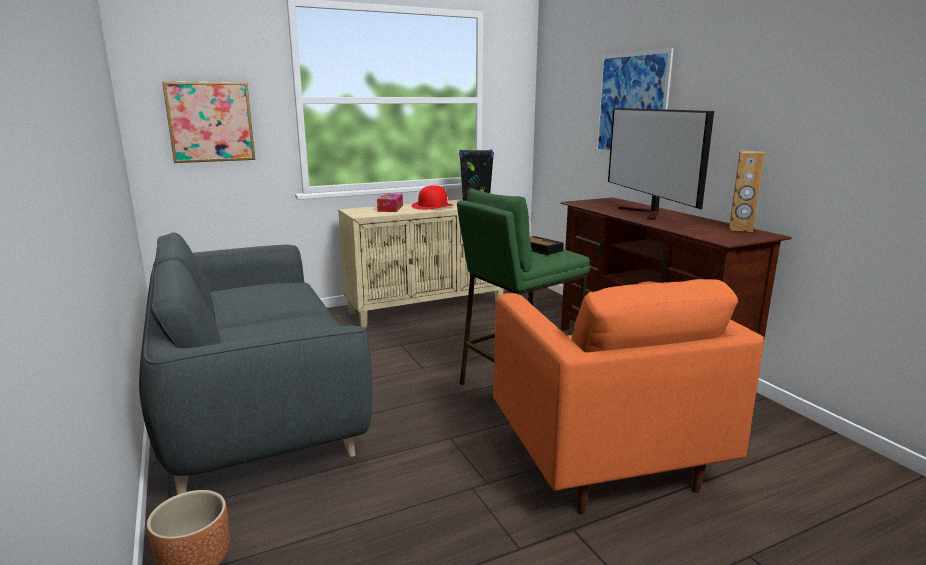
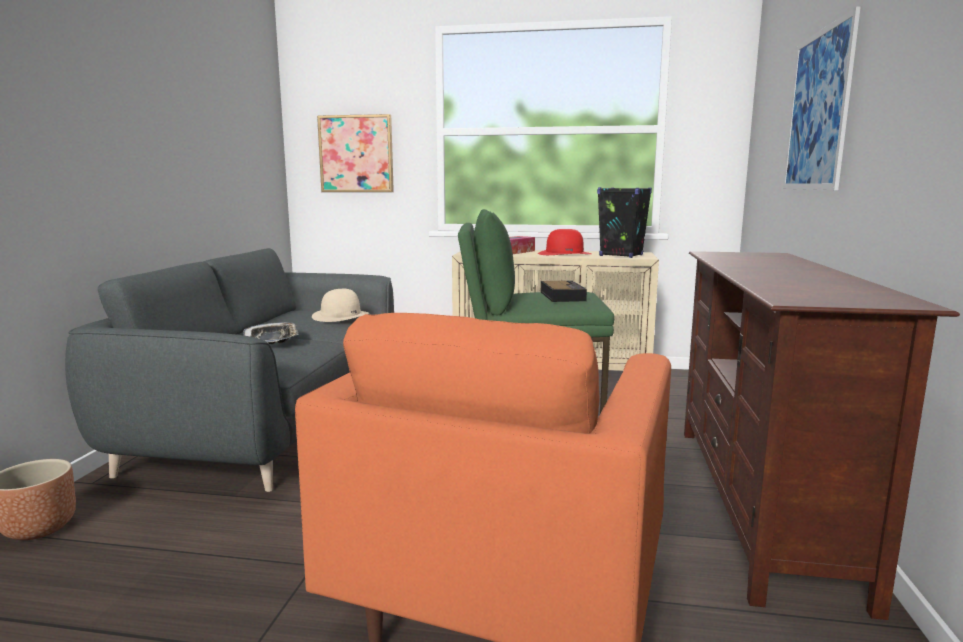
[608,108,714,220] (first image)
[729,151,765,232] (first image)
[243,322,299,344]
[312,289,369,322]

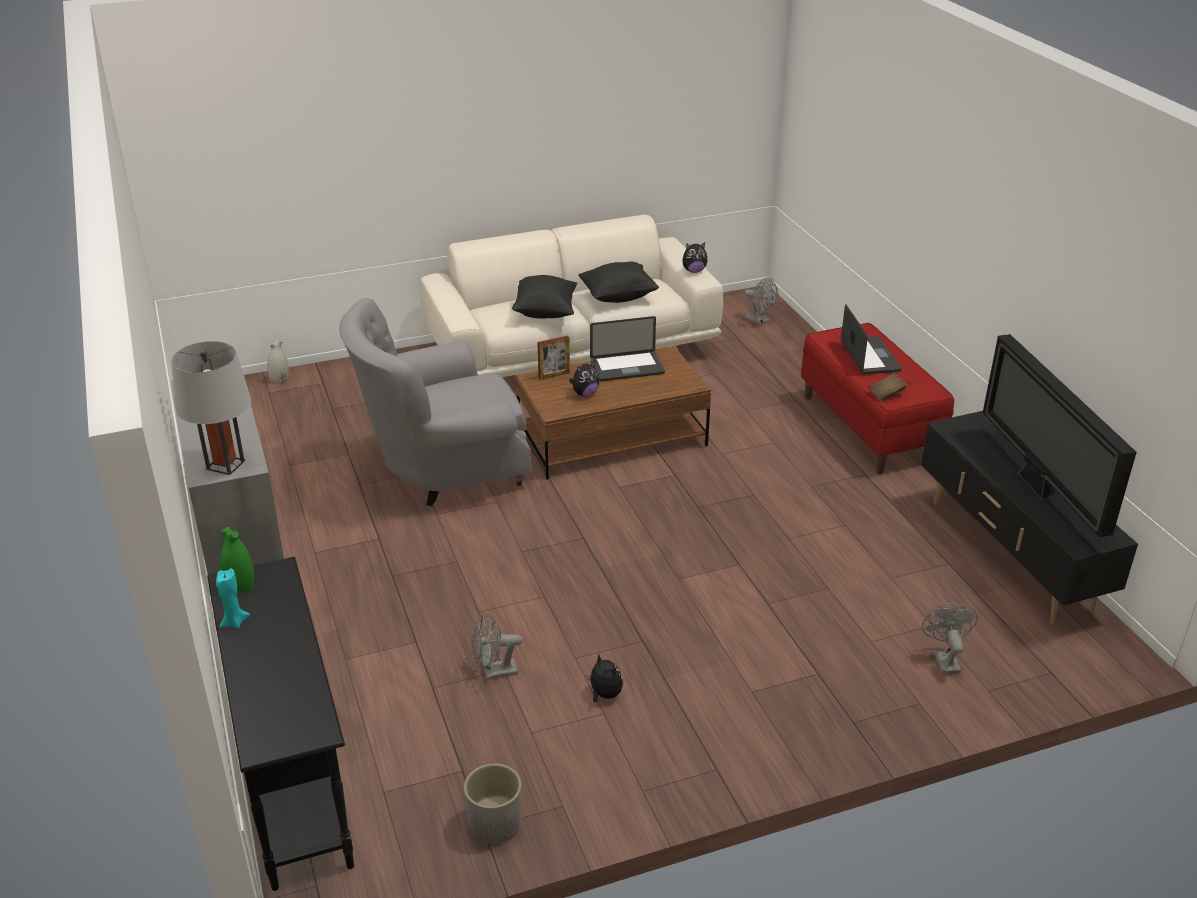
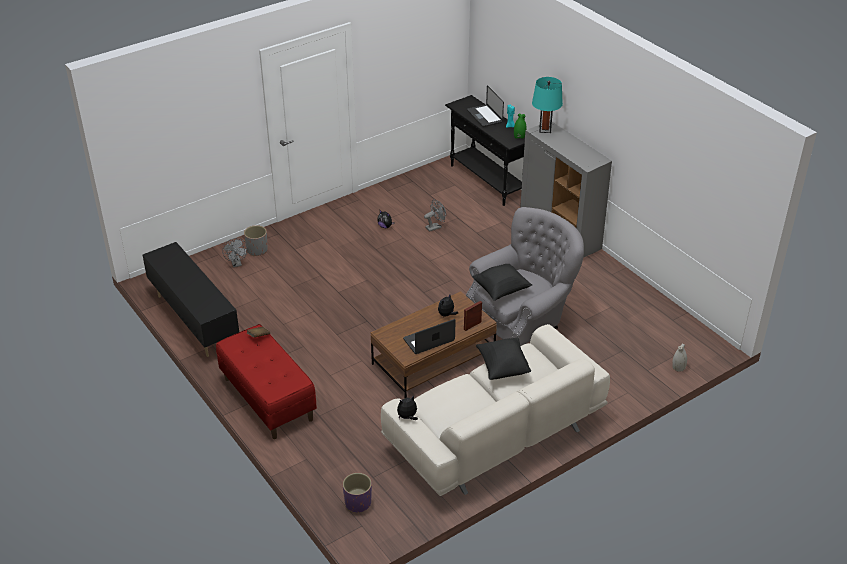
[532,77,563,133]
[244,225,268,256]
[472,264,532,301]
[343,473,372,513]
[467,85,504,127]
[983,334,1137,537] (first image)

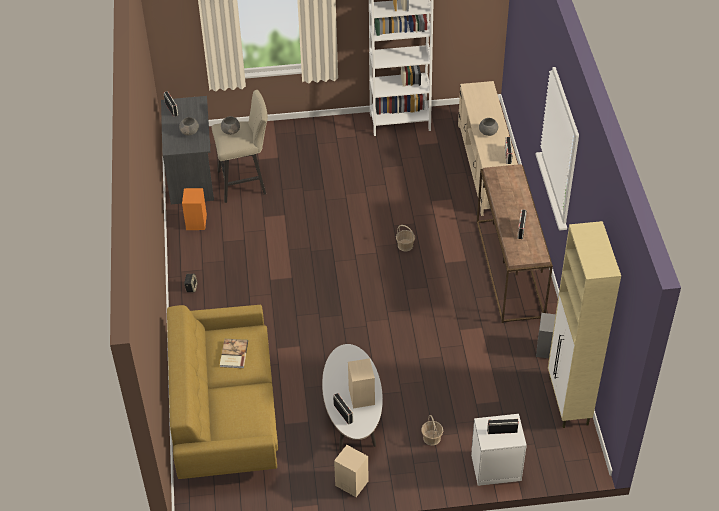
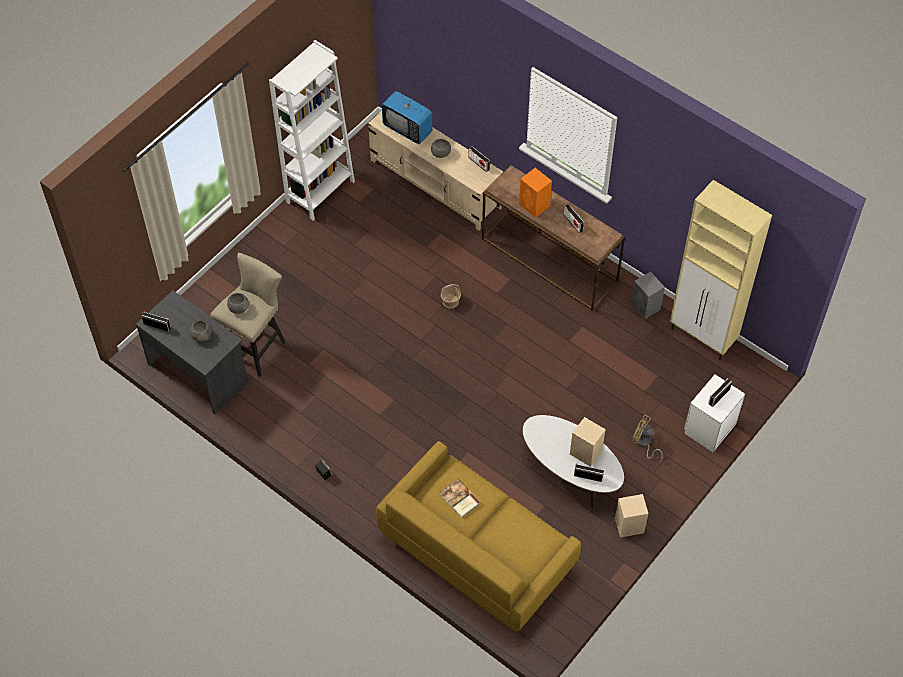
[519,168,552,218]
[633,415,663,462]
[382,87,433,144]

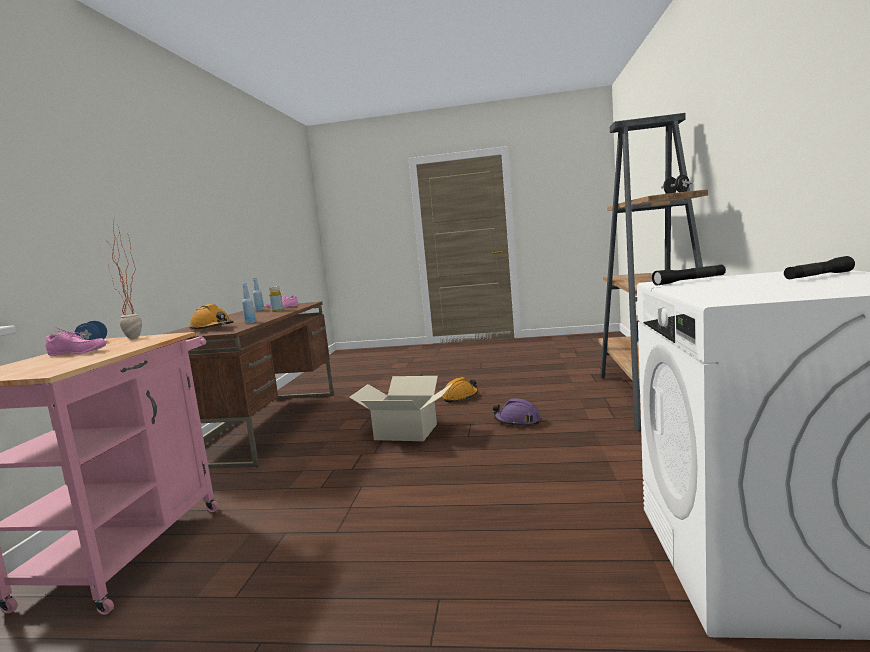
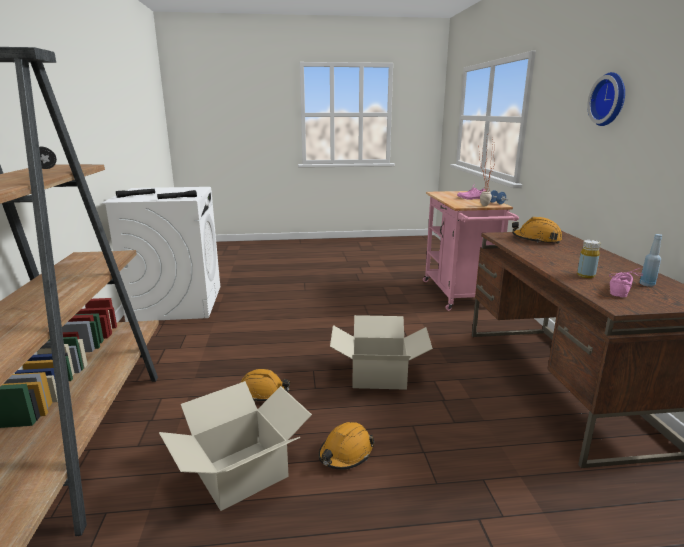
[242,283,256,324] (first image)
[241,369,290,402]
[159,381,312,511]
[587,72,625,126]

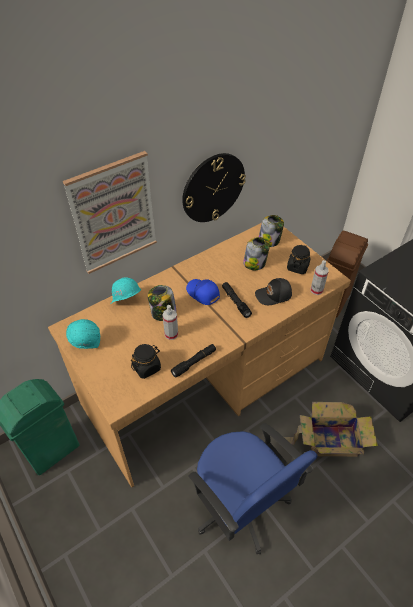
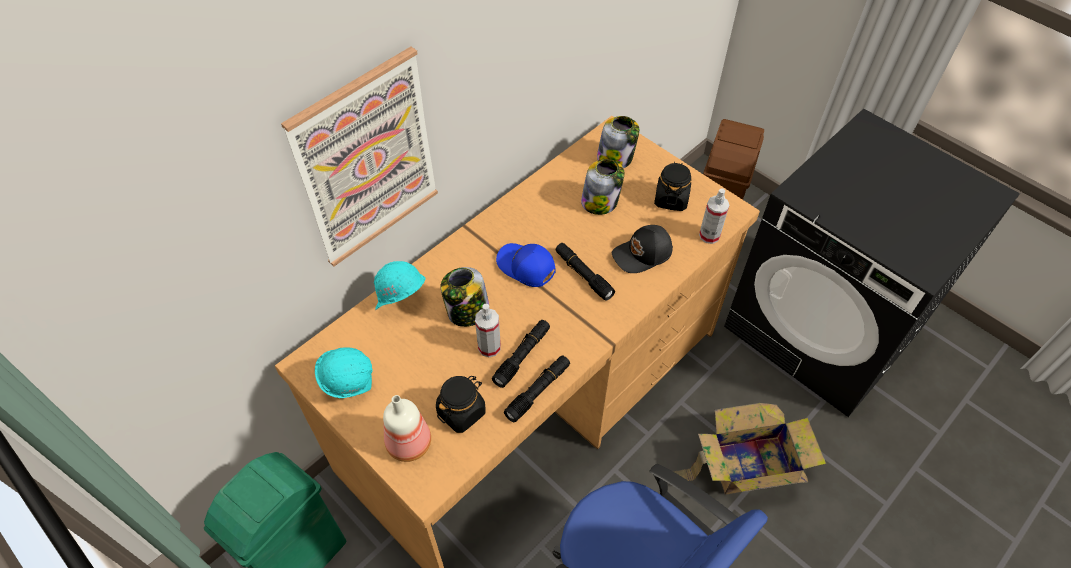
[182,153,246,222] (first image)
[383,395,431,462]
[492,320,550,388]

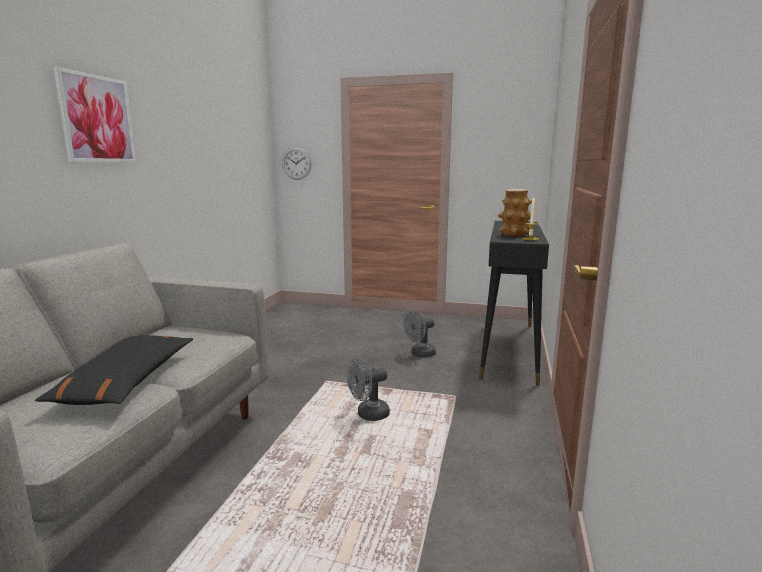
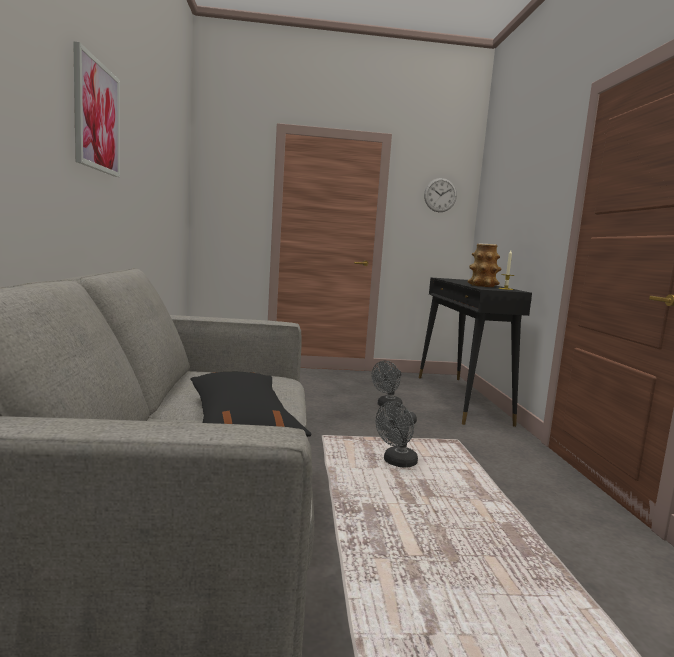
[424,178,457,212]

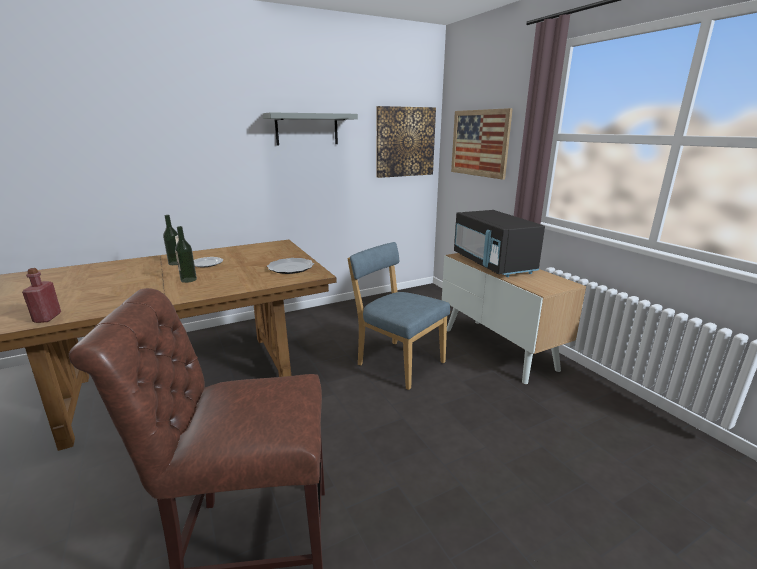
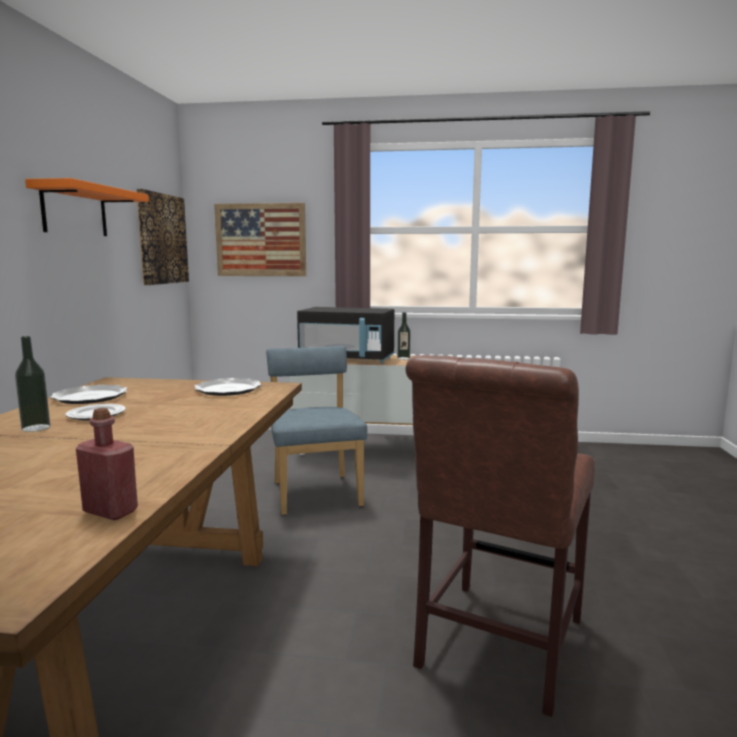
[398,312,411,360]
[25,178,149,236]
[266,346,367,515]
[50,385,127,404]

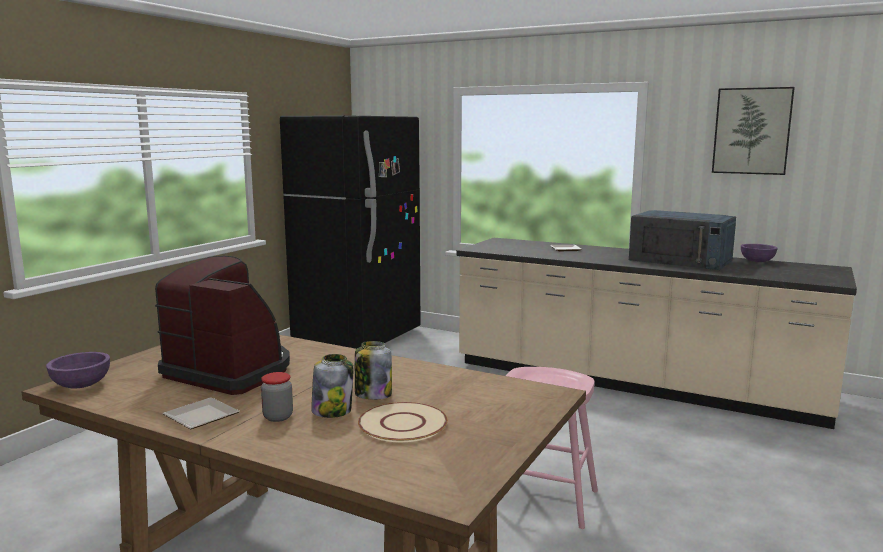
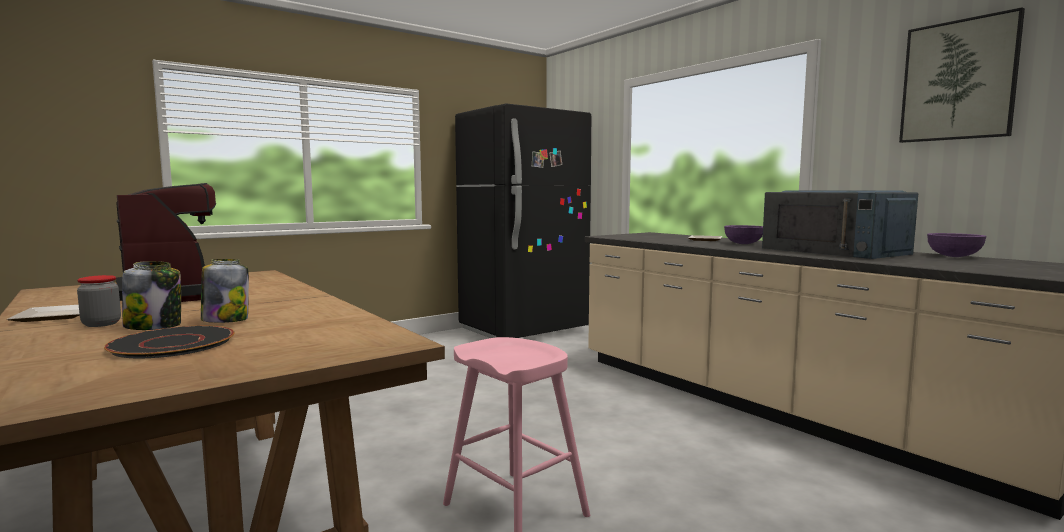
[724,225,763,244]
[104,326,235,358]

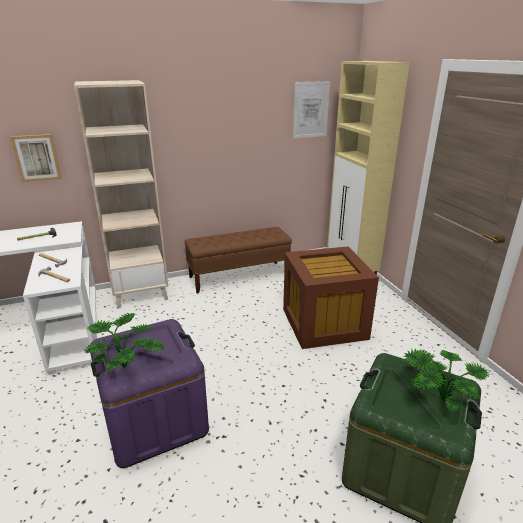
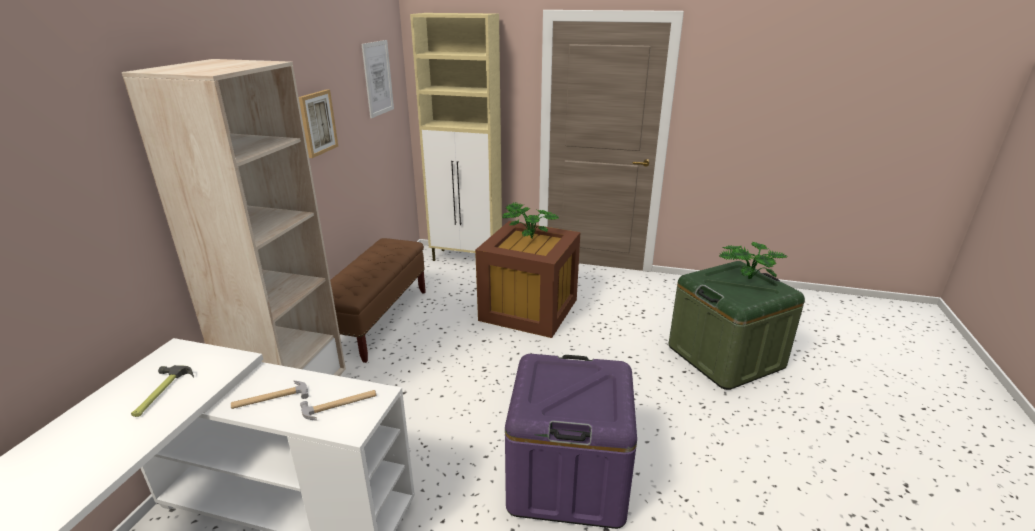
[299,89,338,158]
[502,202,559,238]

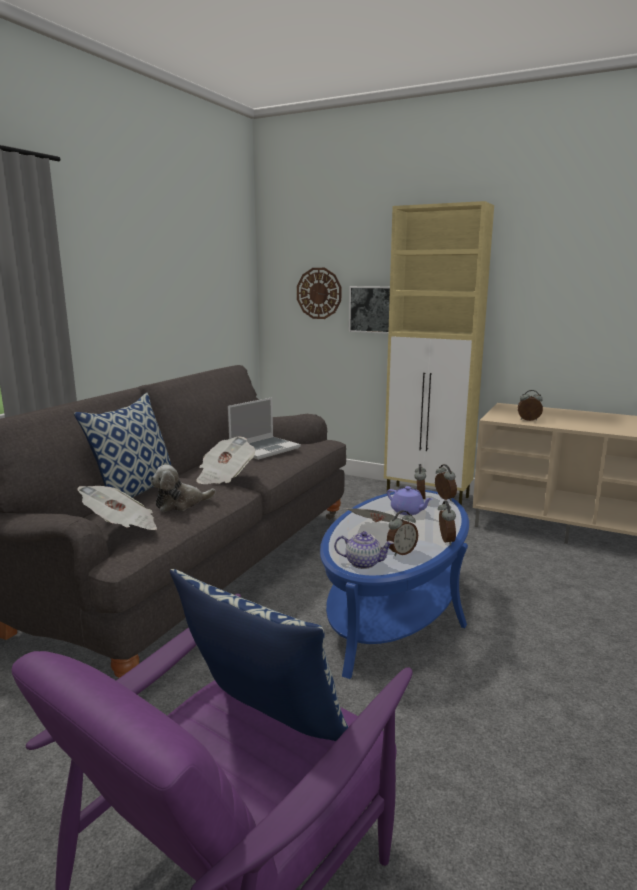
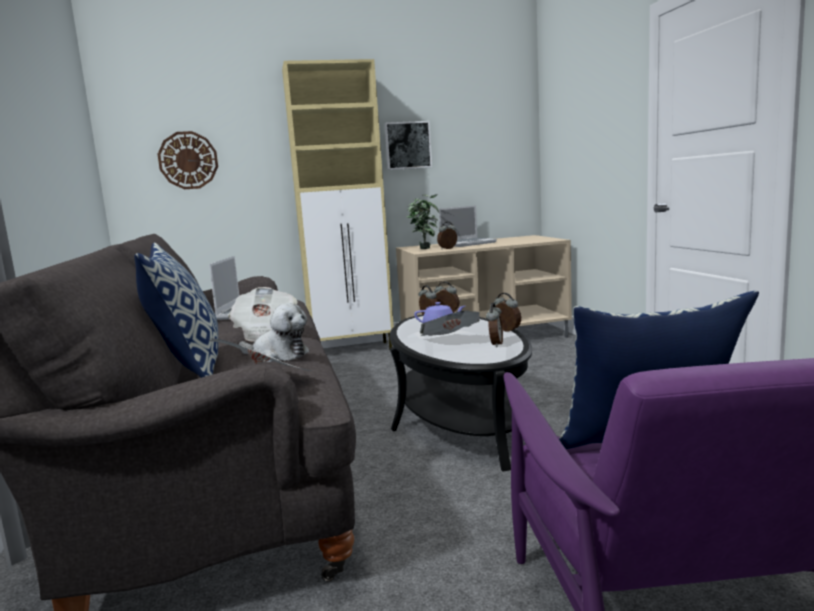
[239,303,310,362]
[390,315,532,472]
[334,531,394,569] (first image)
[384,121,432,170]
[407,194,439,249]
[439,205,497,247]

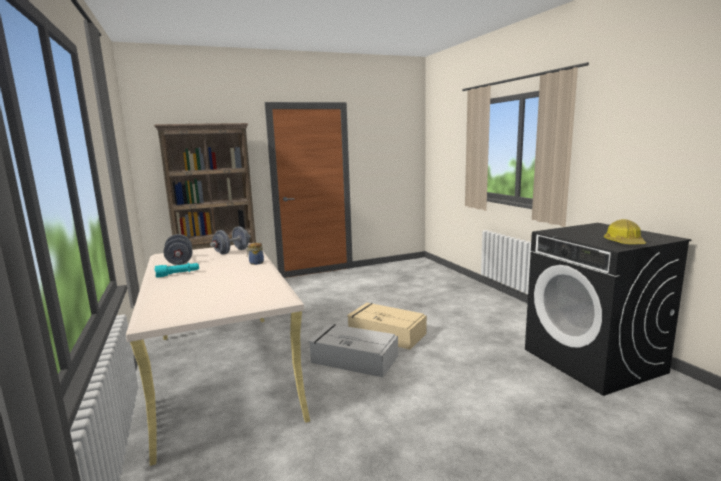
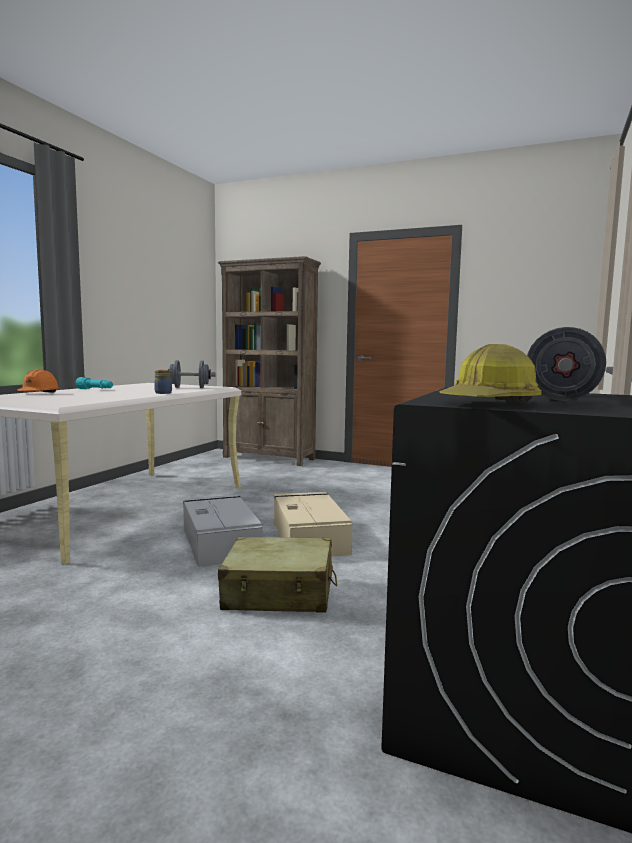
[527,327,606,401]
[17,369,60,393]
[218,537,337,613]

